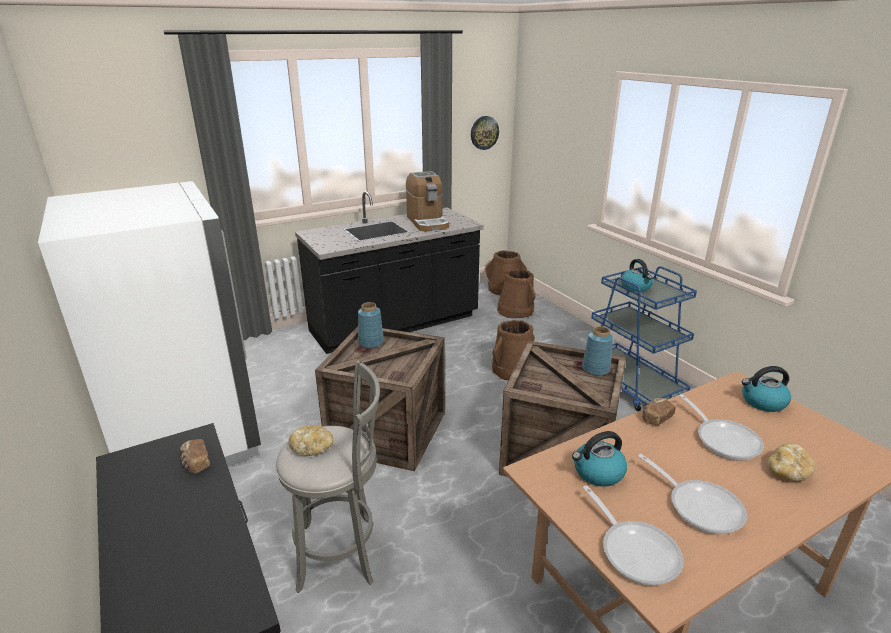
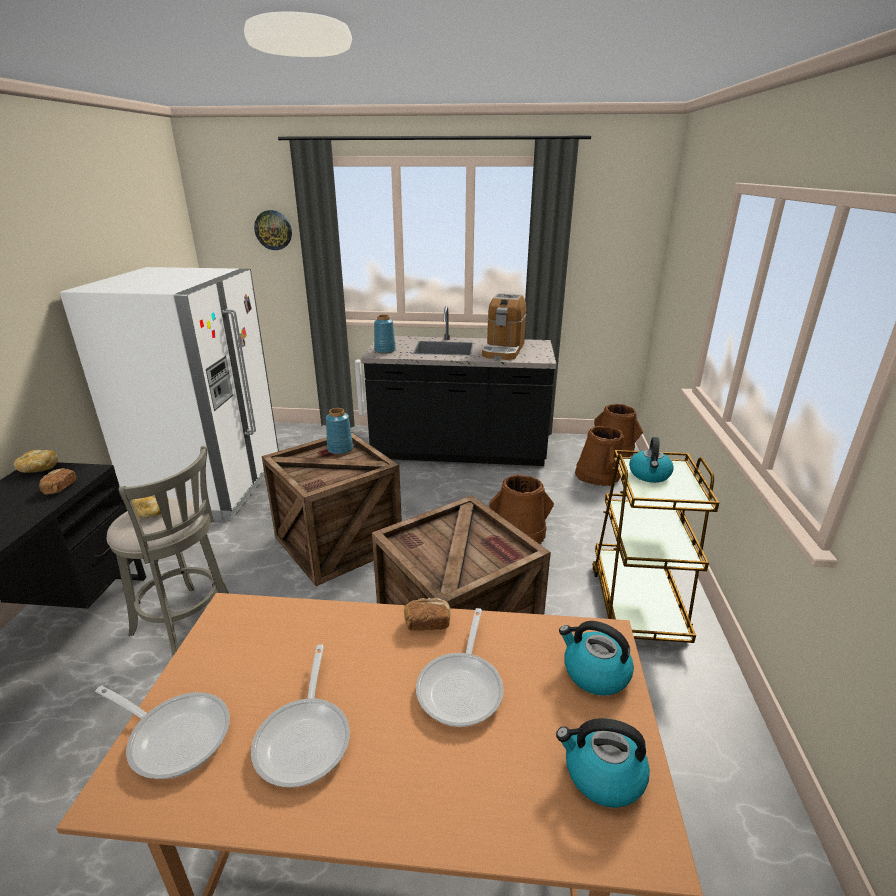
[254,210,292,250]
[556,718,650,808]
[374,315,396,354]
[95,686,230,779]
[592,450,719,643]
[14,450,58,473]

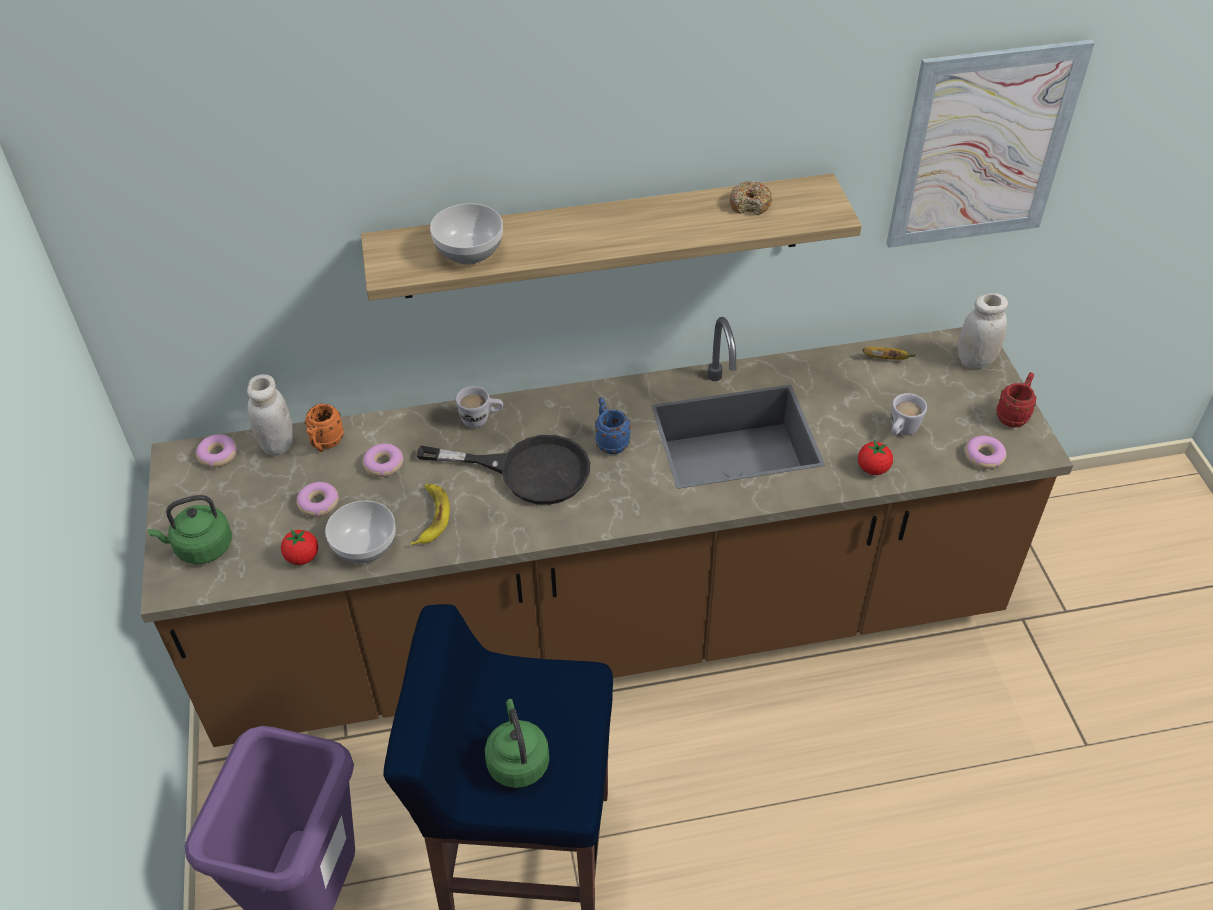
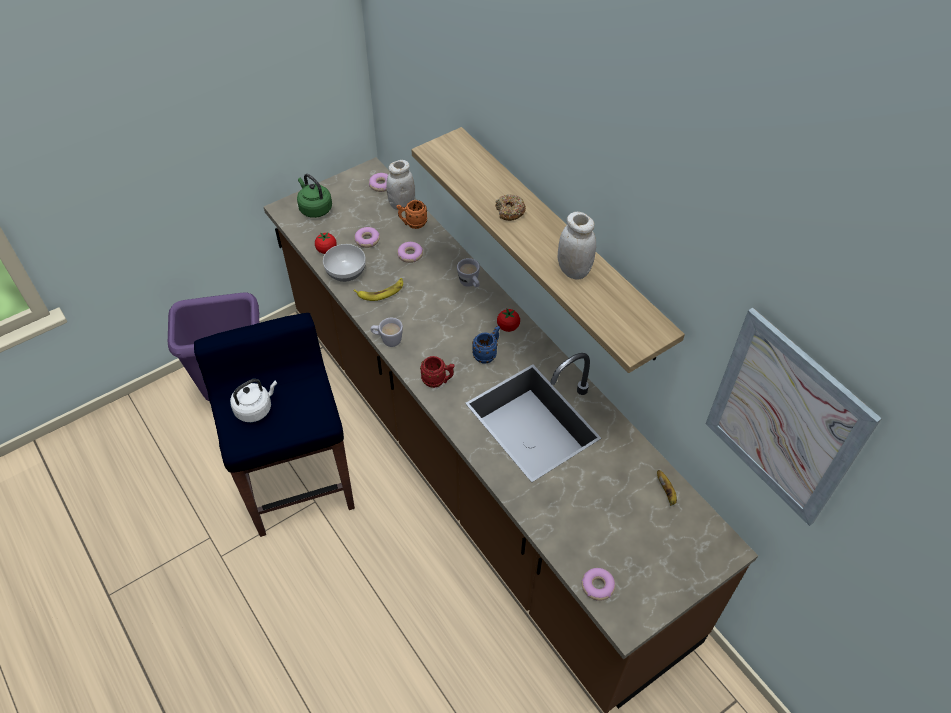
[417,435,590,505] (first image)
[430,203,503,265] (first image)
[230,379,277,422]
[495,195,526,221]
[497,308,520,332]
[370,318,403,347]
[558,212,596,280]
[420,356,455,388]

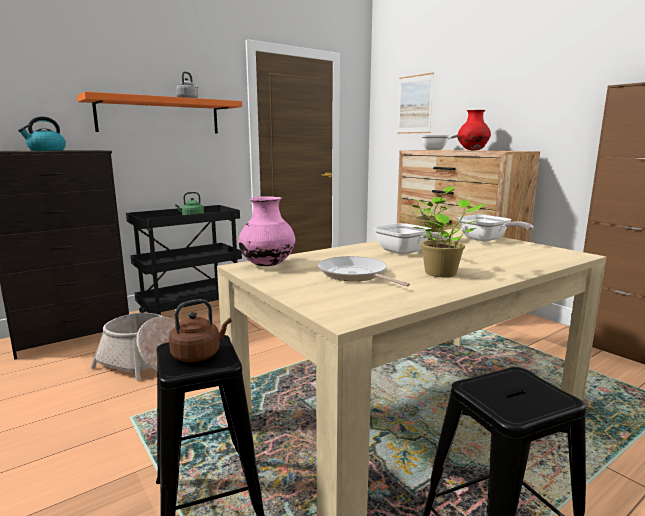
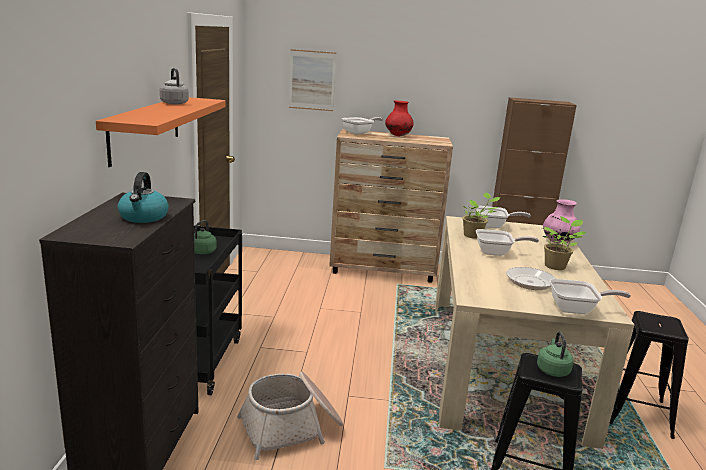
[537,332,574,377]
[543,199,580,243]
[550,279,631,314]

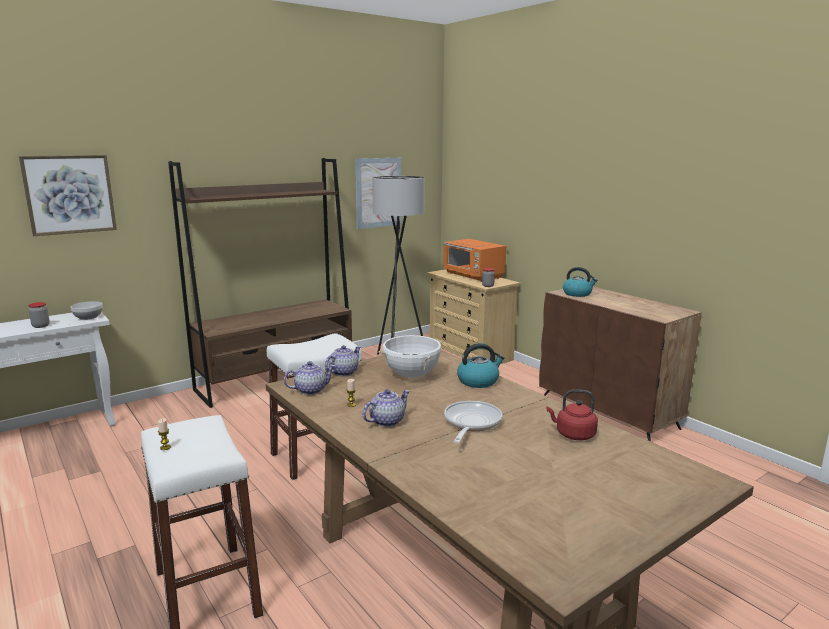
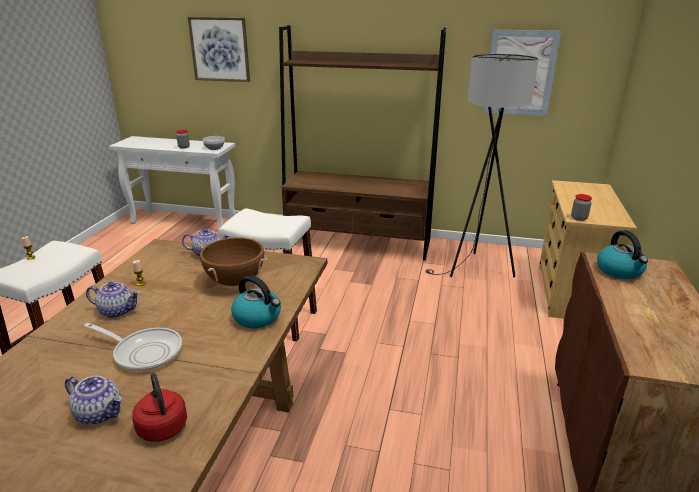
[65,376,122,425]
[199,236,267,286]
[443,239,506,282] (first image)
[84,323,182,372]

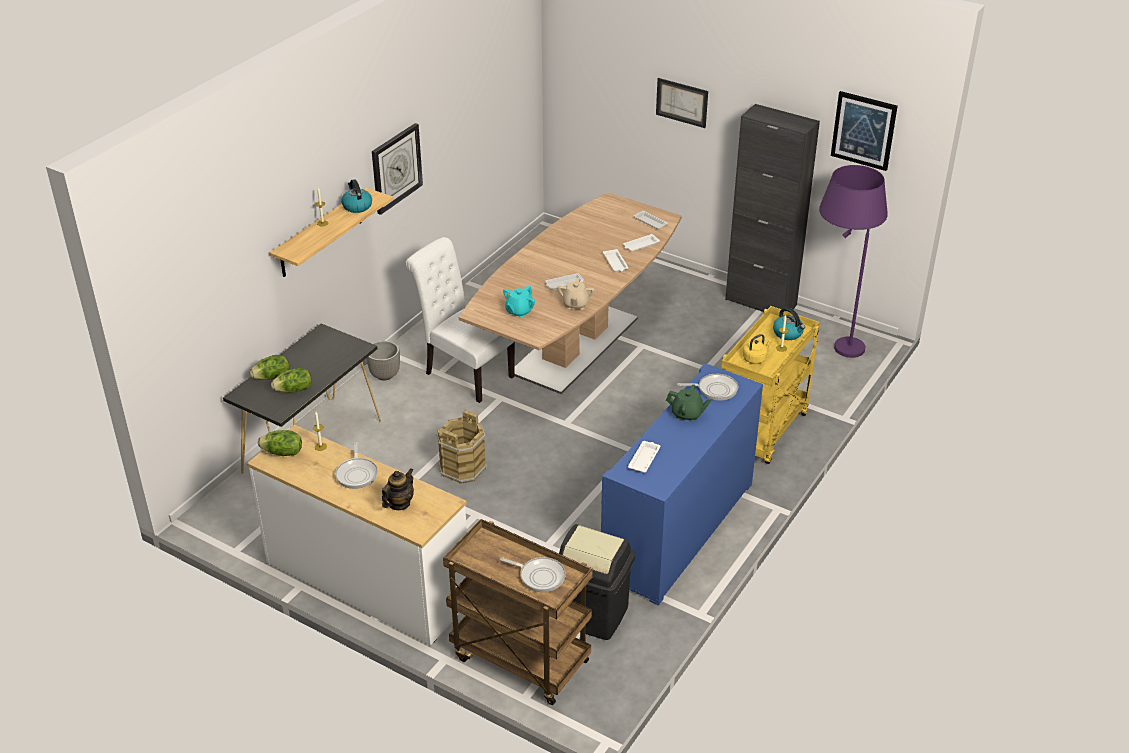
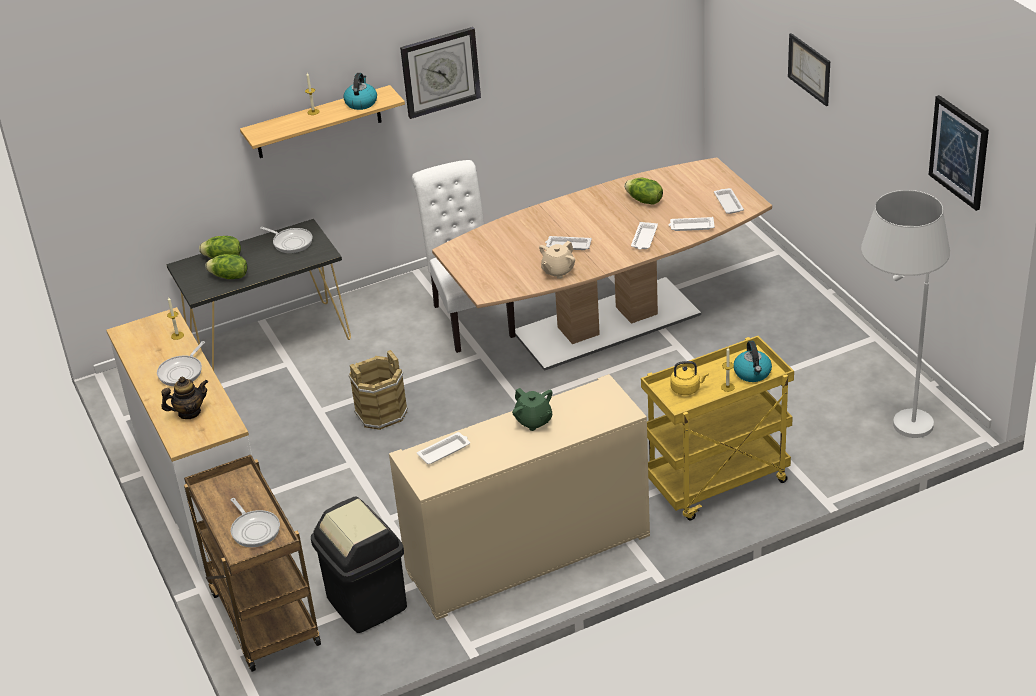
[624,178,663,205]
[367,341,400,380] (first image)
[503,285,535,318] (first image)
[389,374,650,620]
[260,227,312,253]
[725,104,820,312] (first image)
[861,190,950,438]

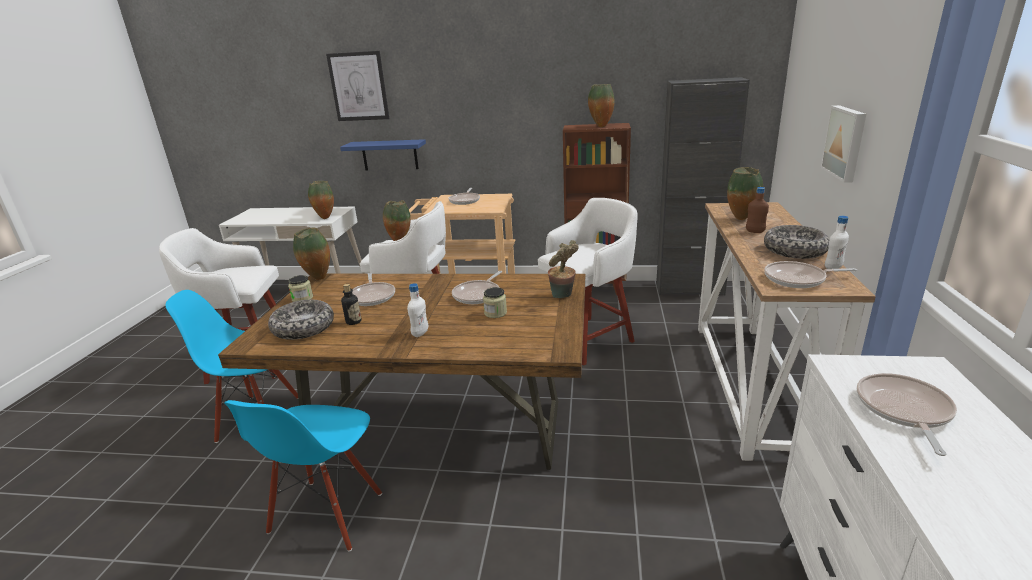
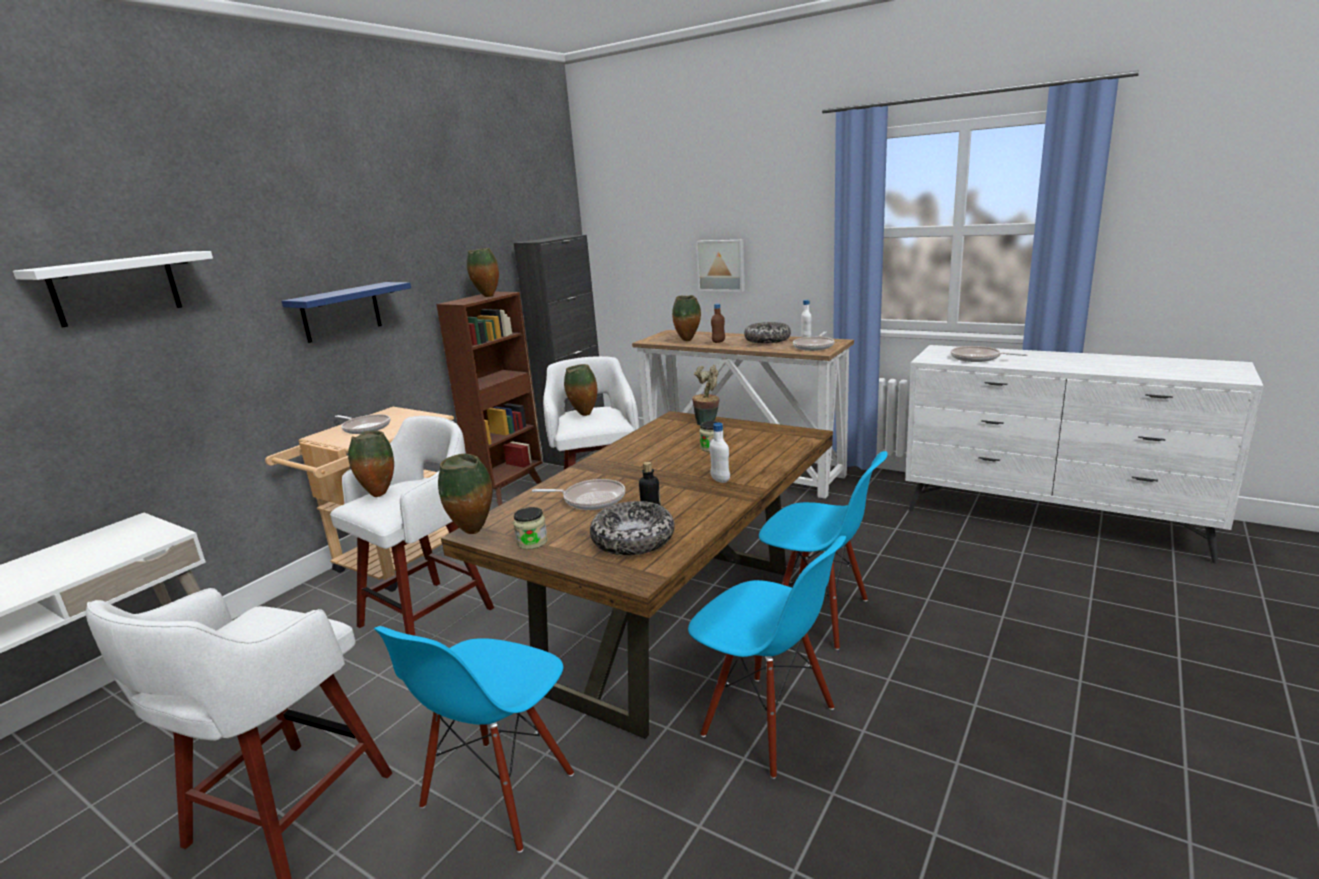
[564,364,597,416]
[13,251,213,327]
[281,282,411,343]
[452,271,502,304] (first image)
[759,451,888,650]

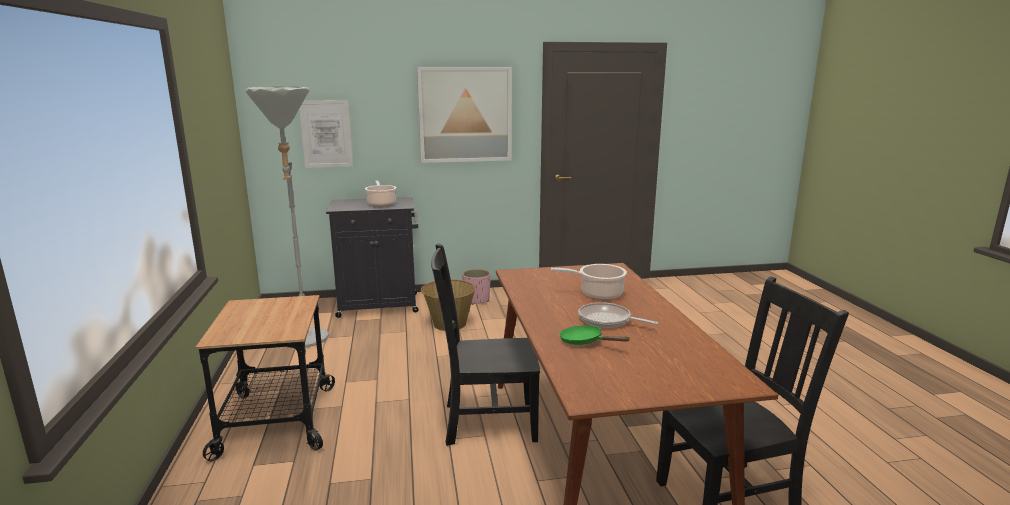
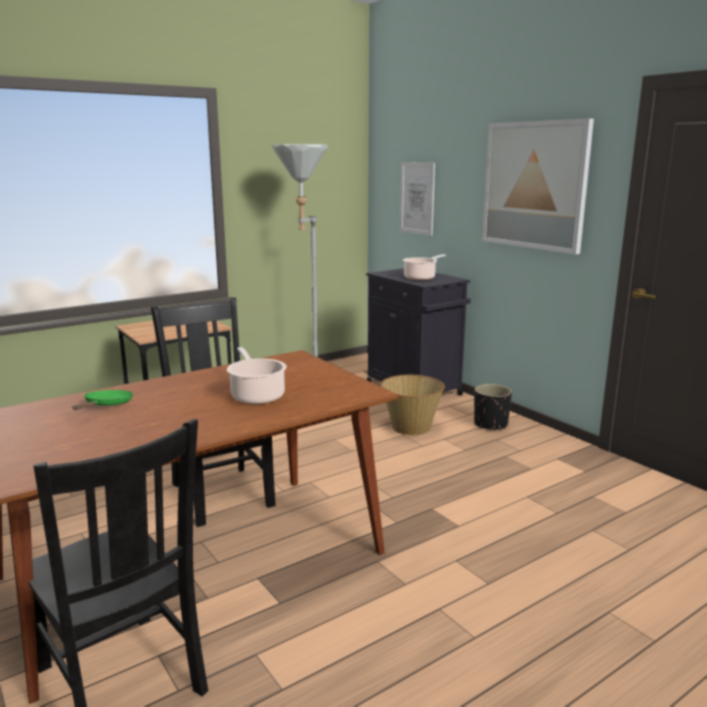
[474,384,512,431]
[578,302,658,328] (first image)

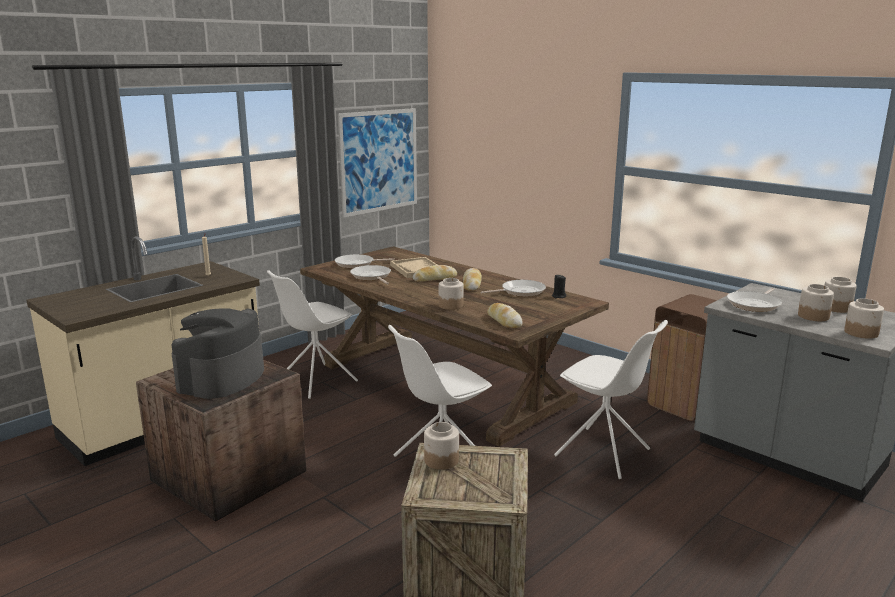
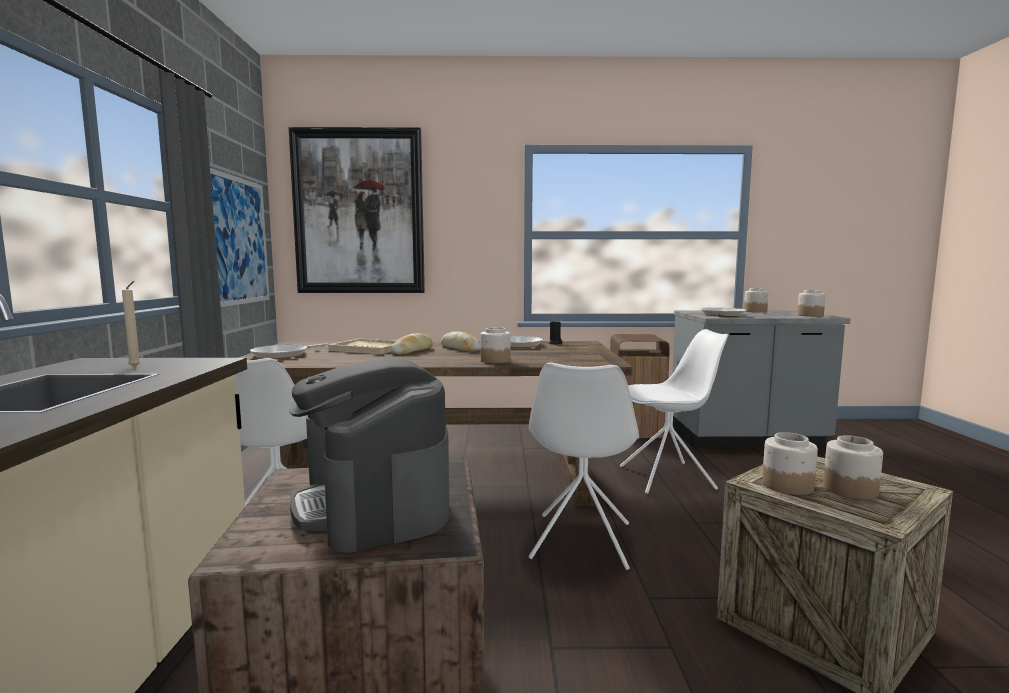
[350,265,391,284] (first image)
[487,303,523,328] (first image)
[823,435,883,500]
[289,127,425,293]

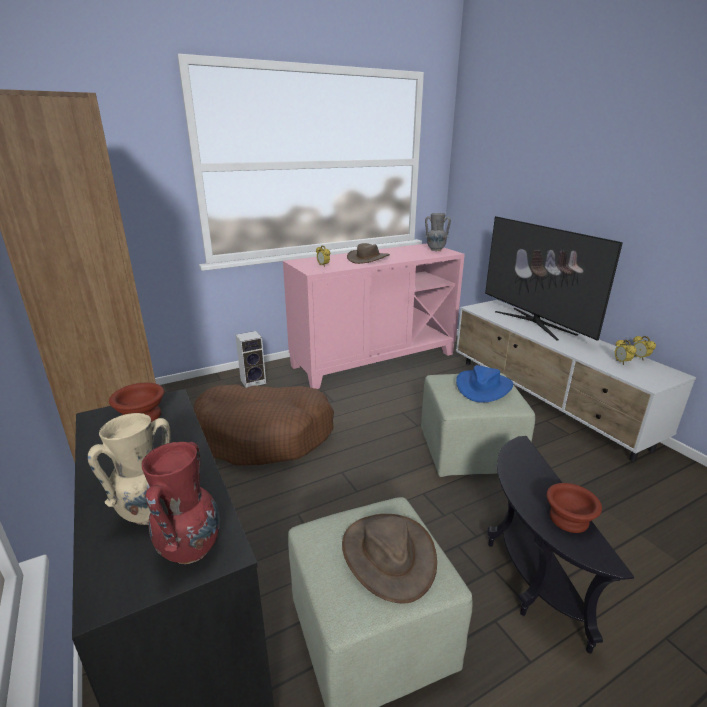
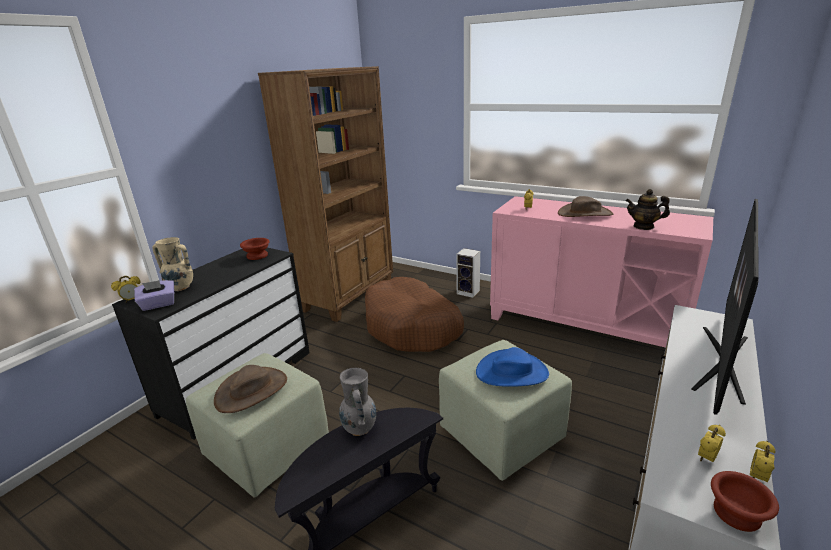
[134,280,174,311]
[339,368,376,436]
[711,471,779,532]
[111,276,140,303]
[626,189,670,230]

